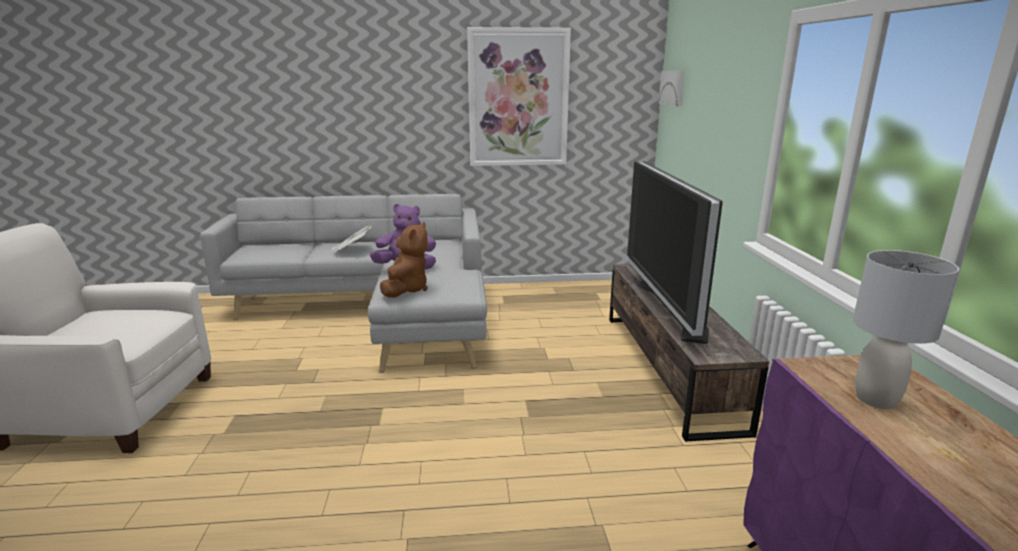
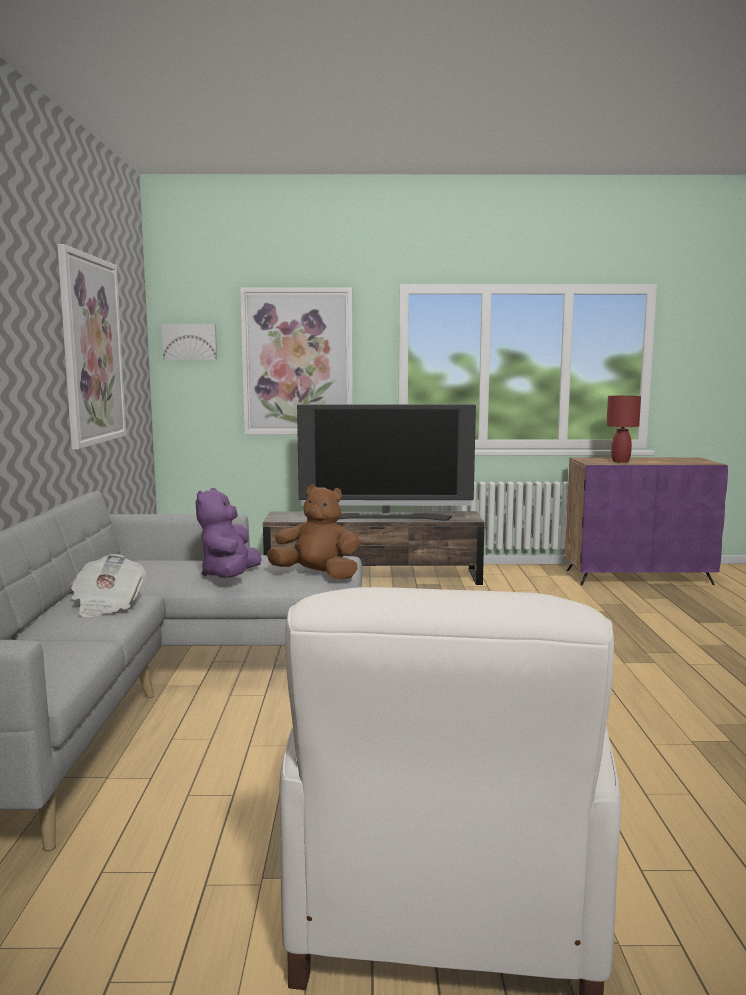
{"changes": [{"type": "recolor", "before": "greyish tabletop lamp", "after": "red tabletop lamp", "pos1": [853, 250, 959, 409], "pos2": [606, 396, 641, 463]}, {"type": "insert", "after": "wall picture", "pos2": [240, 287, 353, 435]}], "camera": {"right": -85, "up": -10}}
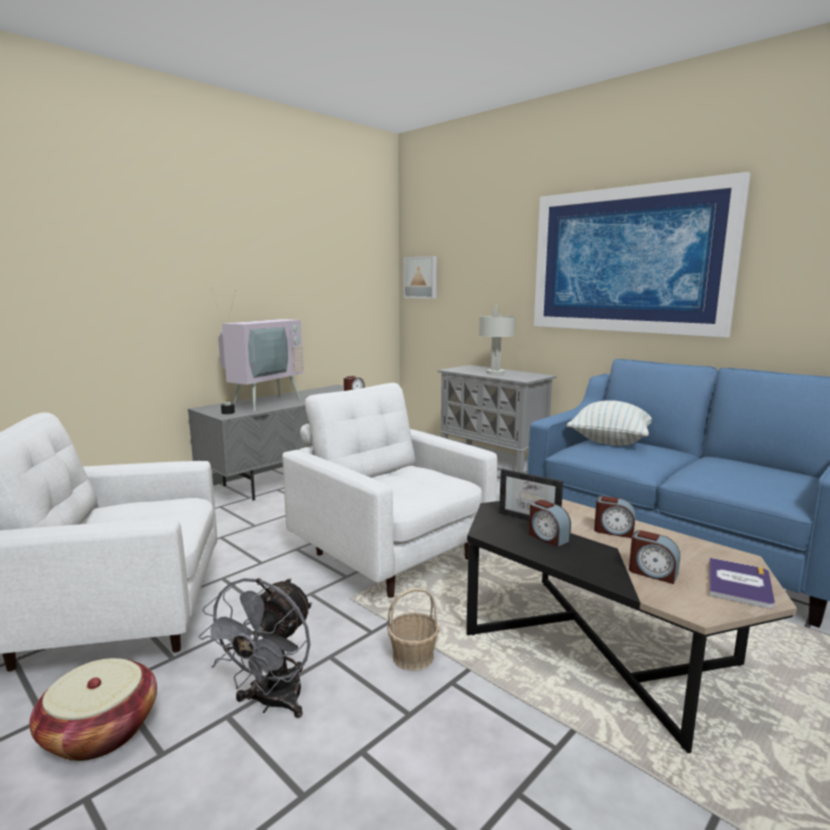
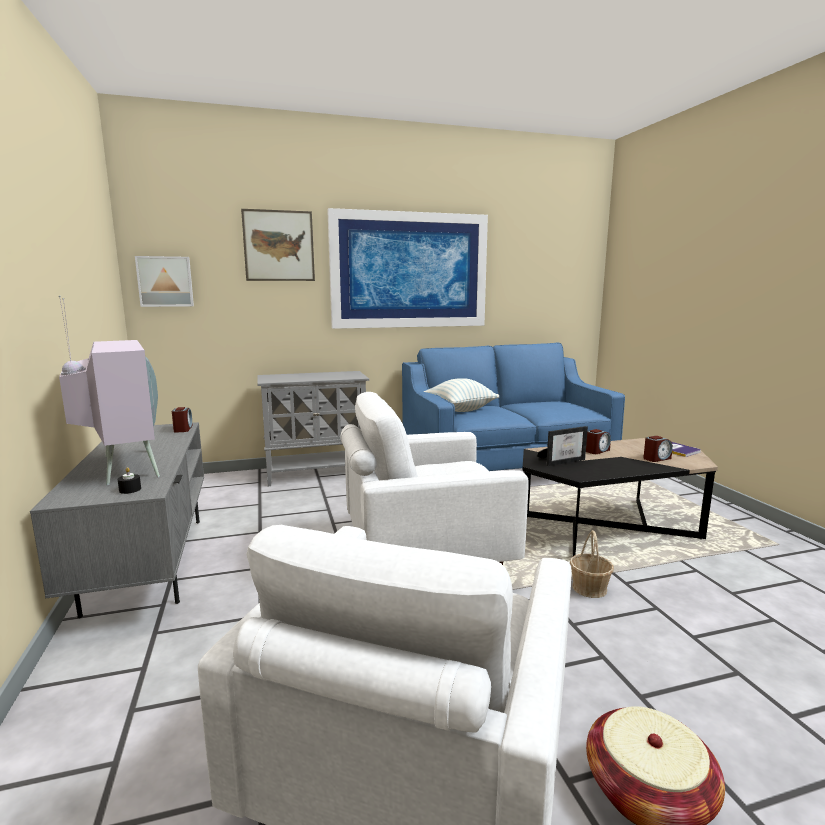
{"changes": [{"type": "delete", "before": "greyish tabletop lamp", "pos1": [479, 304, 515, 374]}, {"type": "delete", "before": "bedside clock", "pos1": [529, 500, 571, 547]}, {"type": "delete", "before": "greyish electric fan", "pos1": [199, 578, 312, 718]}, {"type": "insert", "after": "wall picture", "pos2": [241, 209, 315, 281]}], "camera": {"right": -60, "up": 0}}
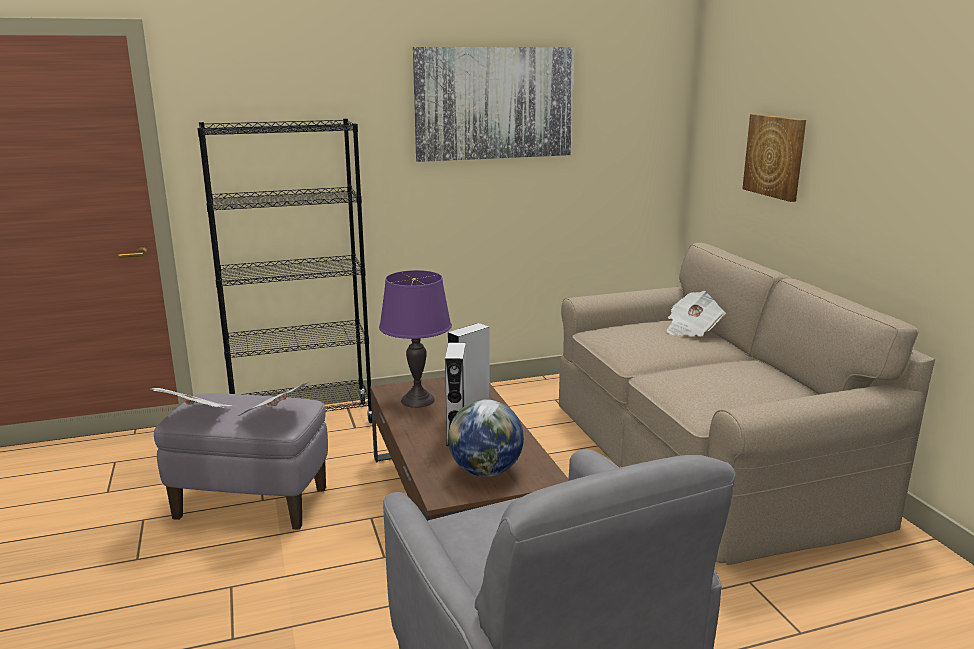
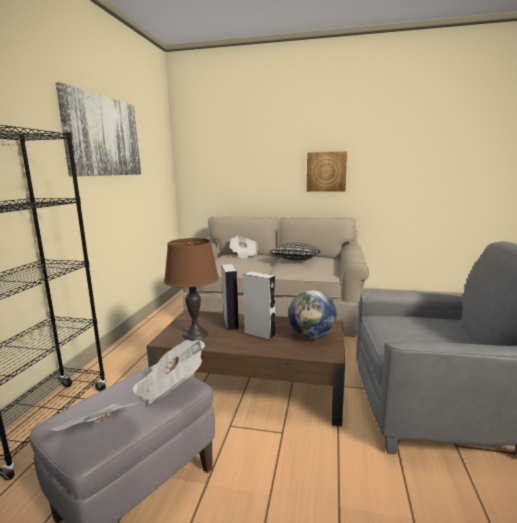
{"changes": [{"type": "move", "before": "wall picture", "pos1": [742, 114, 806, 202], "pos2": [307, 151, 347, 192]}, {"type": "recolor", "before": "purplish tabletop lamp", "after": "brown-coloured tabletop lamp", "pos1": [379, 270, 452, 408], "pos2": [164, 238, 219, 341]}, {"type": "insert", "after": "cushion", "pos2": [269, 242, 321, 261]}], "camera": {"right": -60, "up": -5}}
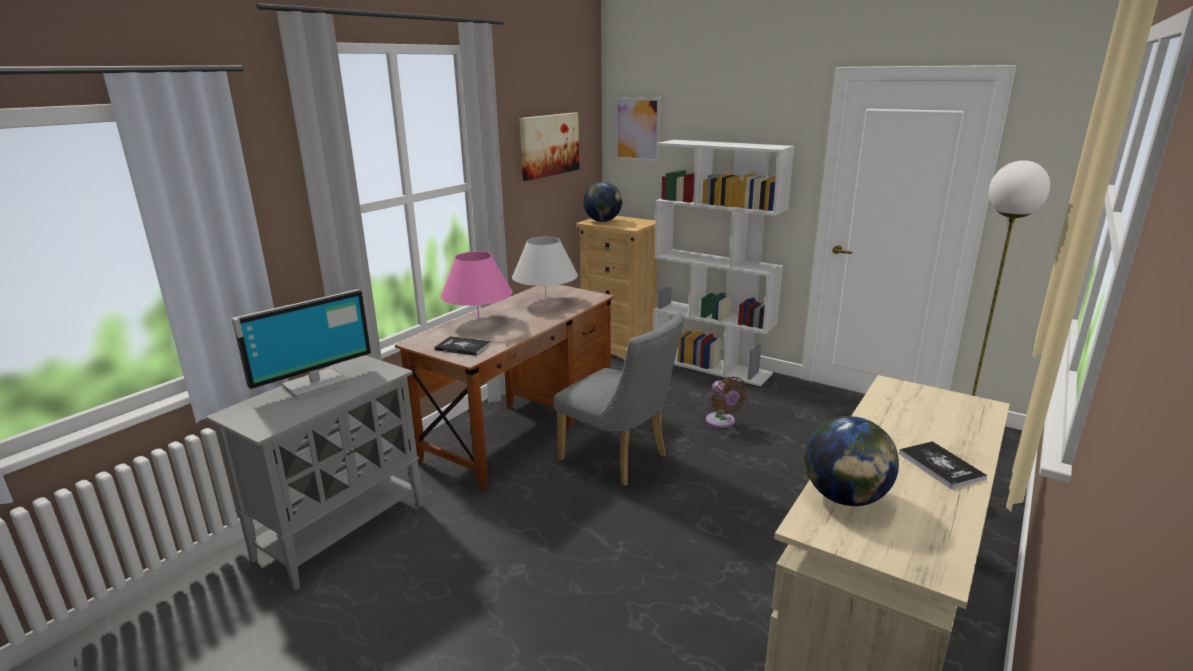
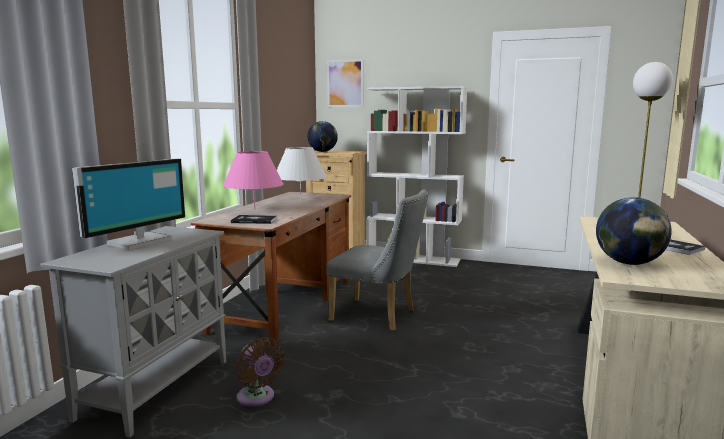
{"changes": [{"type": "delete", "before": "wall picture", "pos1": [520, 113, 579, 181]}, {"type": "move", "before": "brown-coloured electric fan", "pos1": [706, 376, 748, 428], "pos2": [236, 337, 285, 407]}], "camera": {"right": -15, "up": -10}}
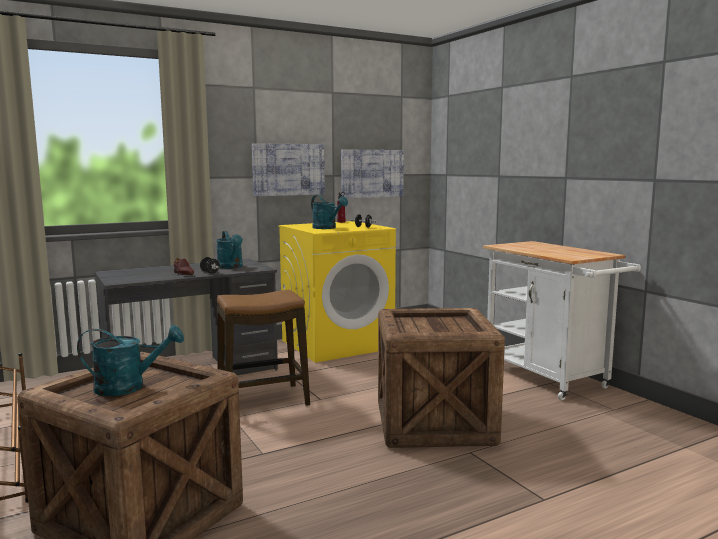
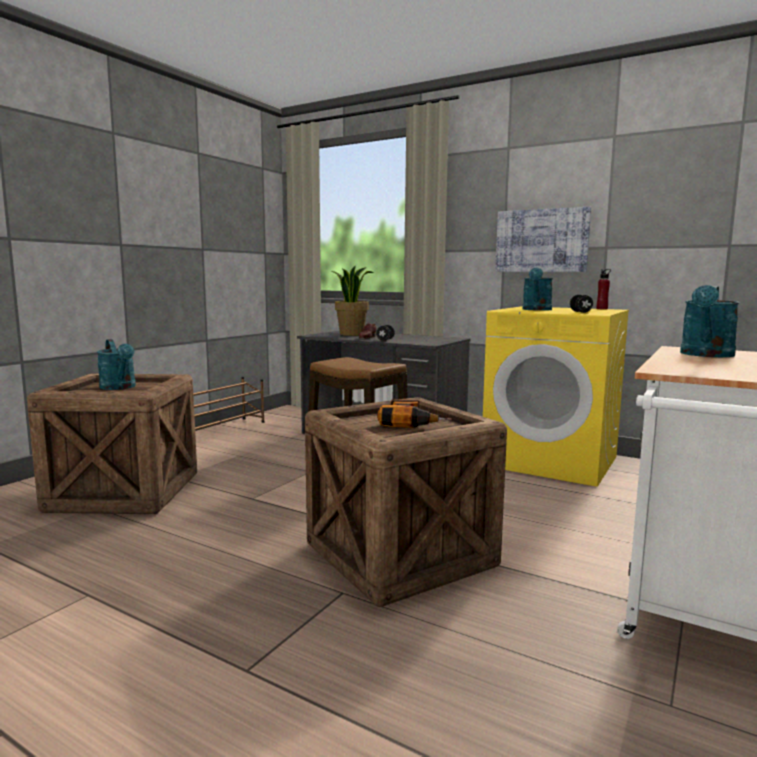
{"changes": [{"type": "delete", "before": "wall picture", "pos1": [341, 150, 404, 198]}, {"type": "move", "before": "turquoise-coloured watering pot", "pos1": [216, 231, 243, 269], "pos2": [680, 285, 740, 357]}, {"type": "insert", "after": "houseplant", "pos2": [331, 266, 373, 336]}, {"type": "insert", "after": "drill", "pos2": [377, 399, 452, 428]}], "camera": {"right": 60, "up": 0}}
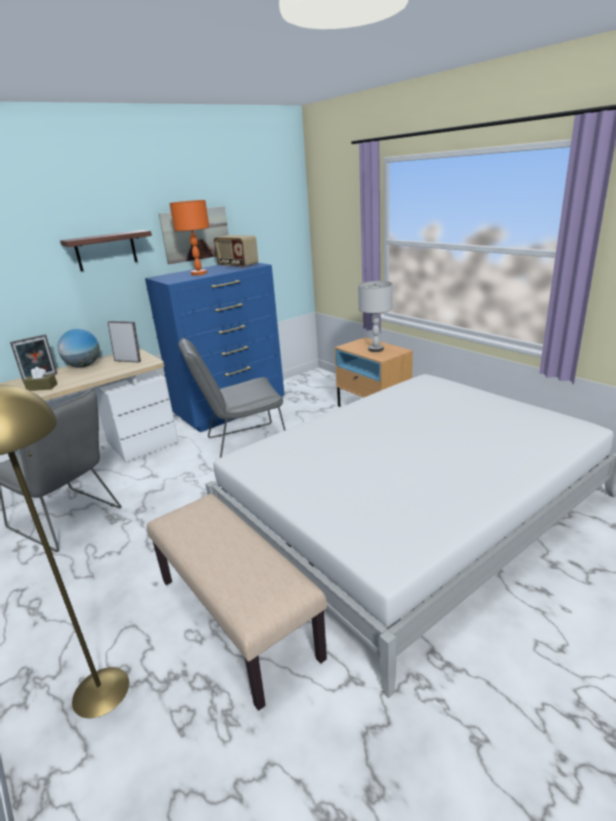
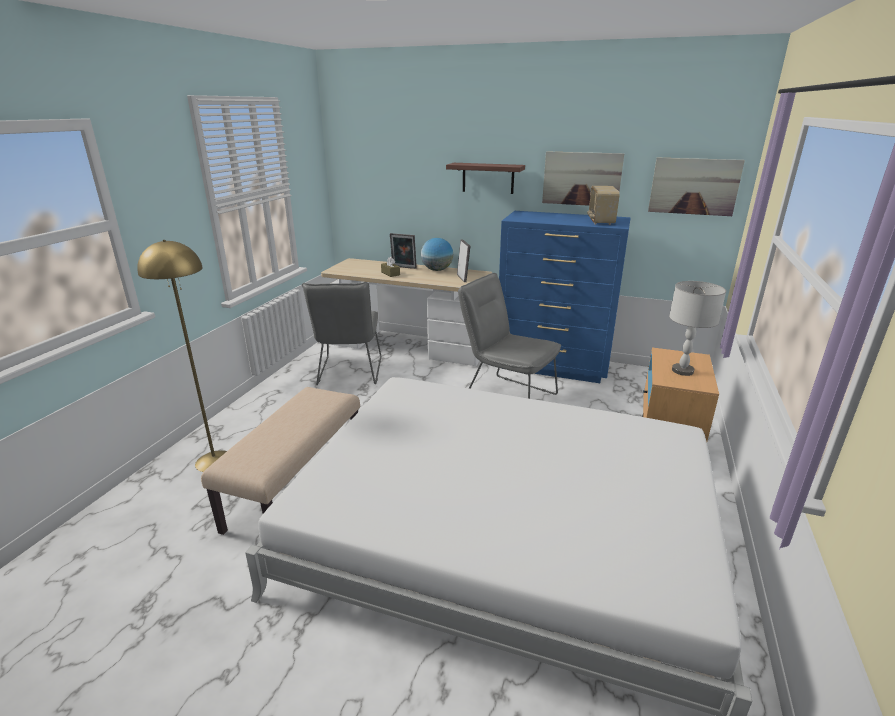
{"changes": [{"type": "delete", "before": "orangey tabletop lamp", "pos1": [169, 200, 209, 275]}, {"type": "insert", "after": "wall picture", "pos2": [648, 157, 745, 216]}], "camera": {"right": 55, "up": 0}}
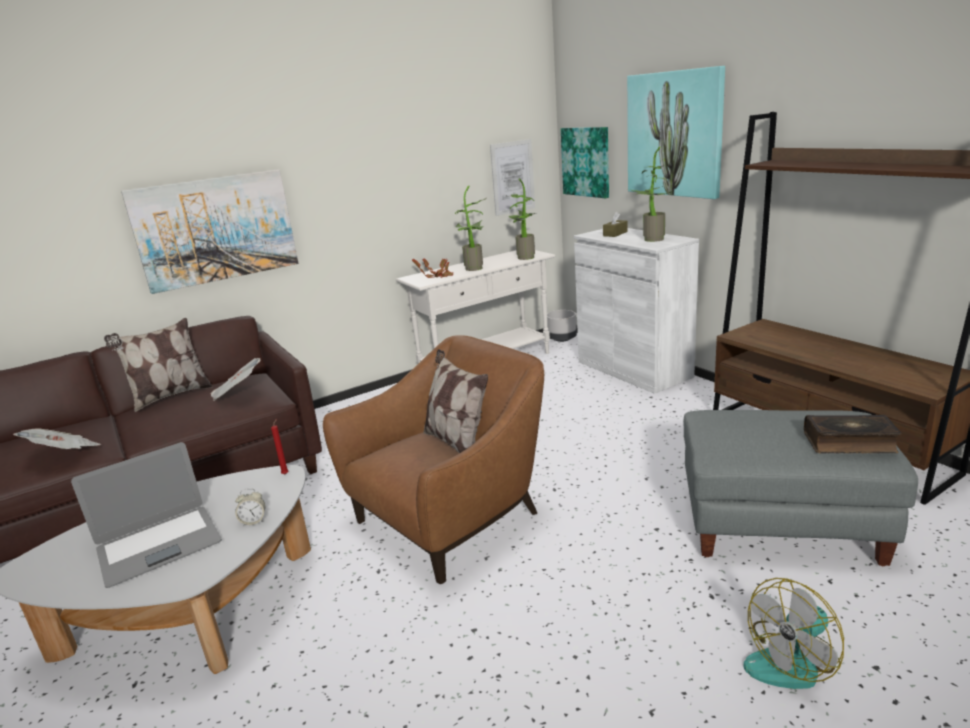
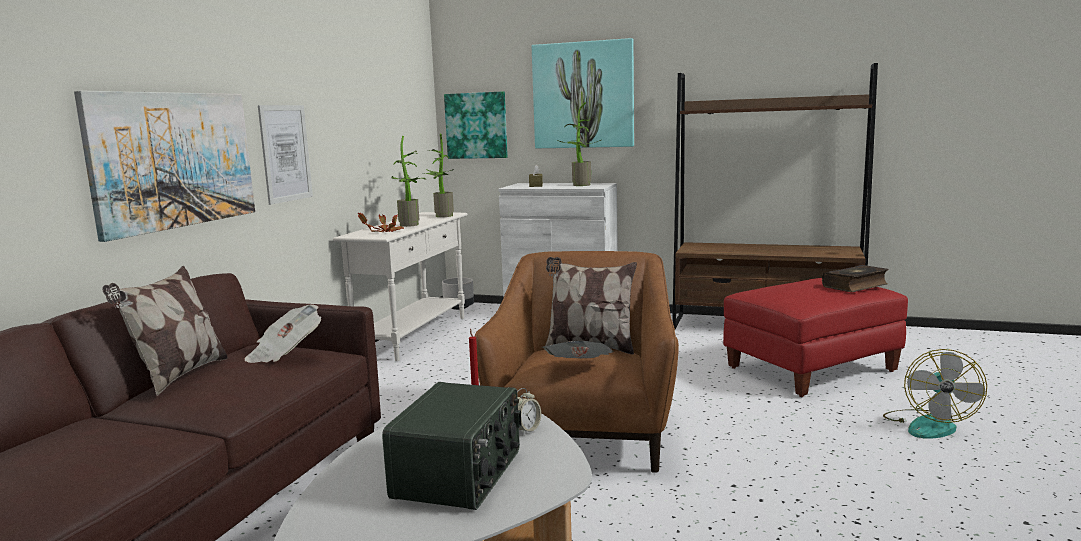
{"changes": [{"type": "move", "before": "wall picture", "pos1": [490, 139, 535, 216], "pos2": [258, 105, 313, 205]}, {"type": "recolor", "before": "greyish ottoman", "after": "red ottoman", "pos1": [684, 410, 918, 566], "pos2": [723, 278, 908, 397]}, {"type": "move", "before": "newspaper", "pos1": [13, 428, 101, 449], "pos2": [542, 341, 614, 358]}, {"type": "replace", "before": "notebook computer", "after": "radio", "pos1": [71, 442, 222, 588], "pos2": [382, 382, 521, 510]}], "camera": {"right": -40, "up": -10}}
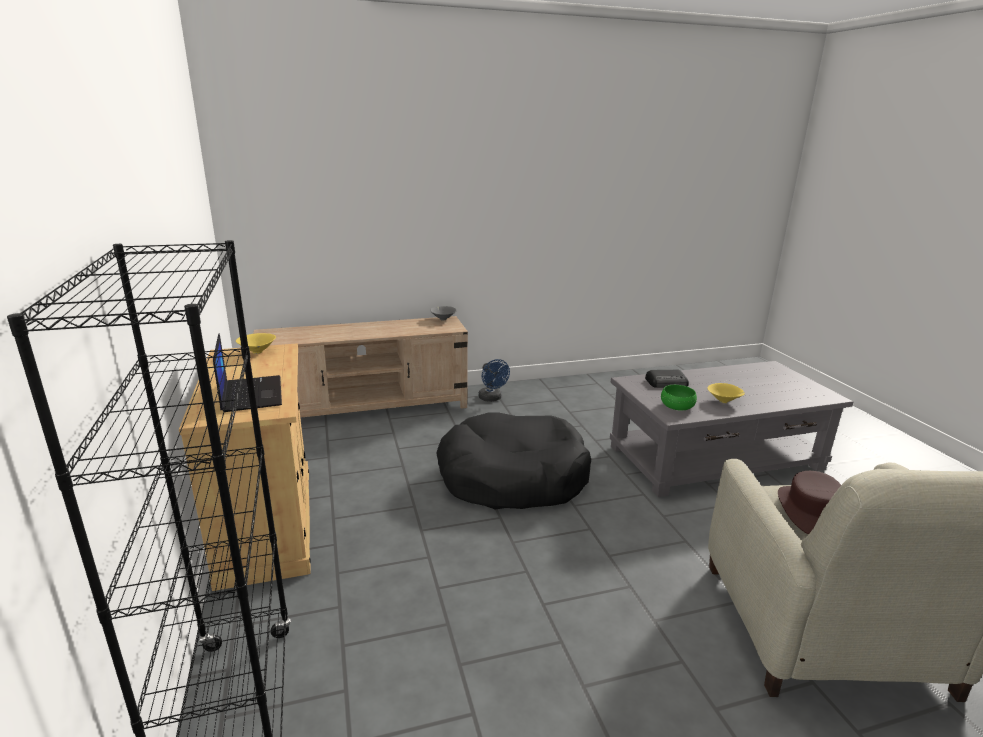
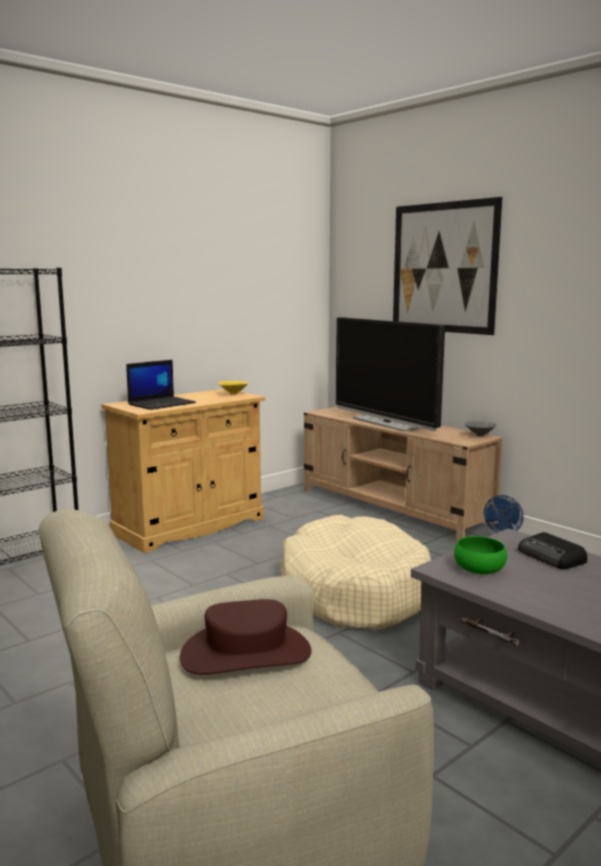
{"changes": [{"type": "delete", "before": "yellowish serving bowl", "pos1": [707, 383, 745, 403]}, {"type": "recolor", "before": "blackish dog cushion", "after": "sand-coloured dog cushion", "pos1": [436, 412, 591, 509], "pos2": [281, 515, 431, 630]}, {"type": "insert", "after": "wall picture", "pos2": [393, 197, 502, 335]}, {"type": "insert", "after": "TV set", "pos2": [336, 317, 445, 432]}], "camera": {"right": 65, "up": -10}}
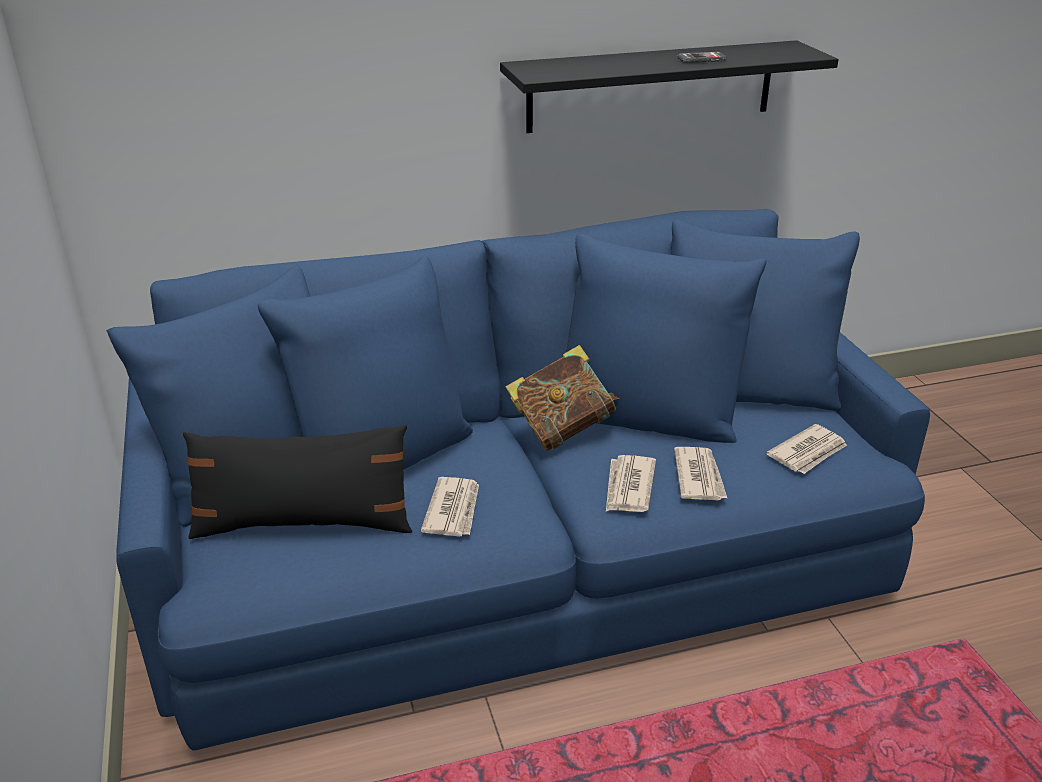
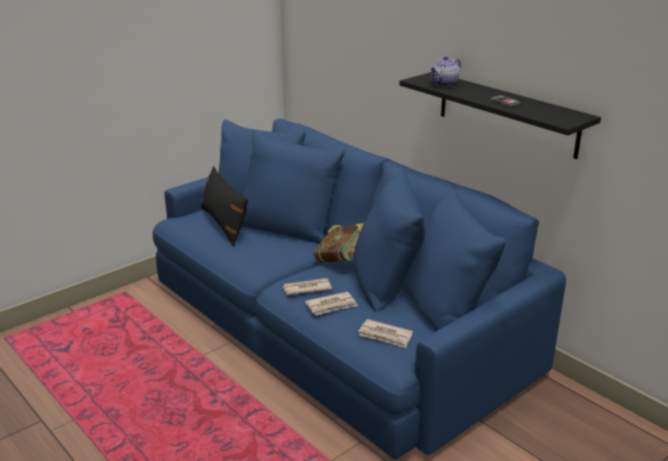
{"changes": [{"type": "delete", "before": "newspaper", "pos1": [421, 477, 479, 537]}, {"type": "insert", "after": "pot for tea", "pos2": [430, 56, 461, 86]}], "camera": {"right": 65, "up": -5}}
